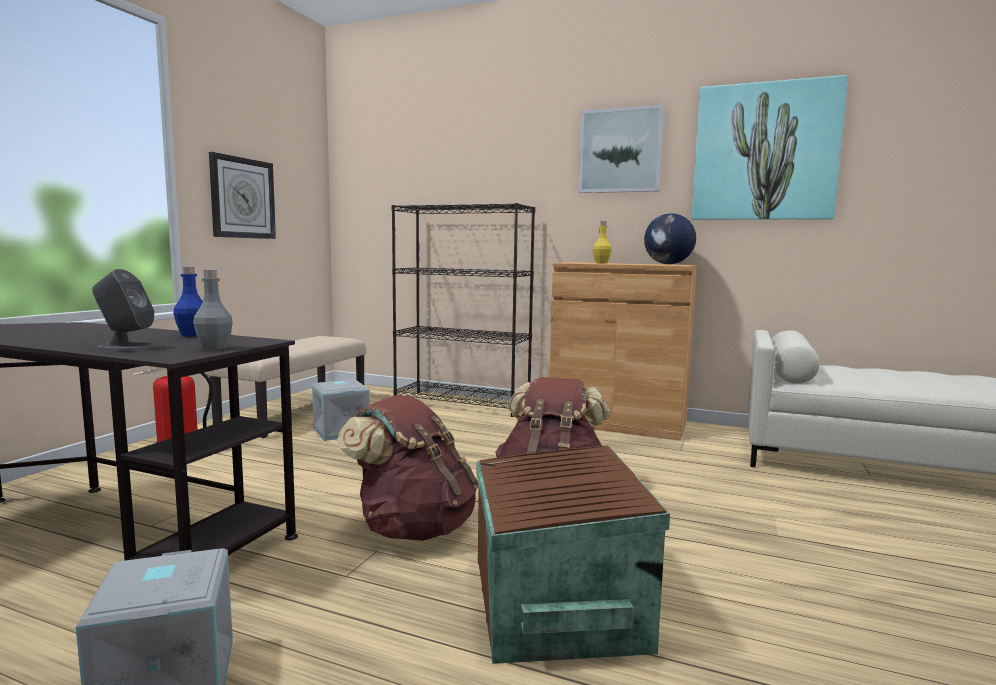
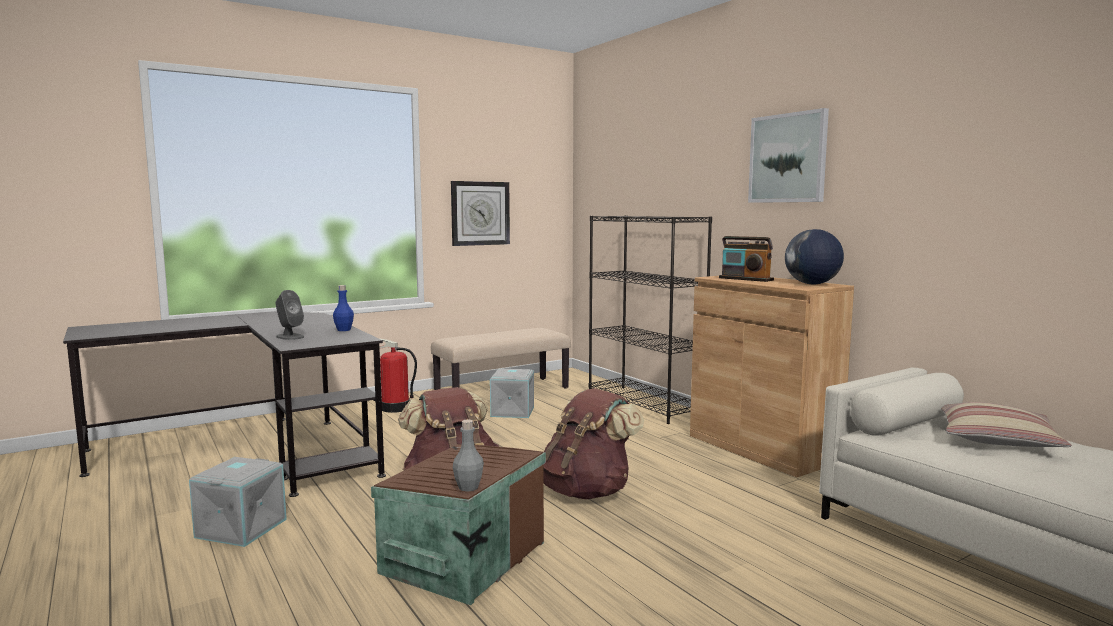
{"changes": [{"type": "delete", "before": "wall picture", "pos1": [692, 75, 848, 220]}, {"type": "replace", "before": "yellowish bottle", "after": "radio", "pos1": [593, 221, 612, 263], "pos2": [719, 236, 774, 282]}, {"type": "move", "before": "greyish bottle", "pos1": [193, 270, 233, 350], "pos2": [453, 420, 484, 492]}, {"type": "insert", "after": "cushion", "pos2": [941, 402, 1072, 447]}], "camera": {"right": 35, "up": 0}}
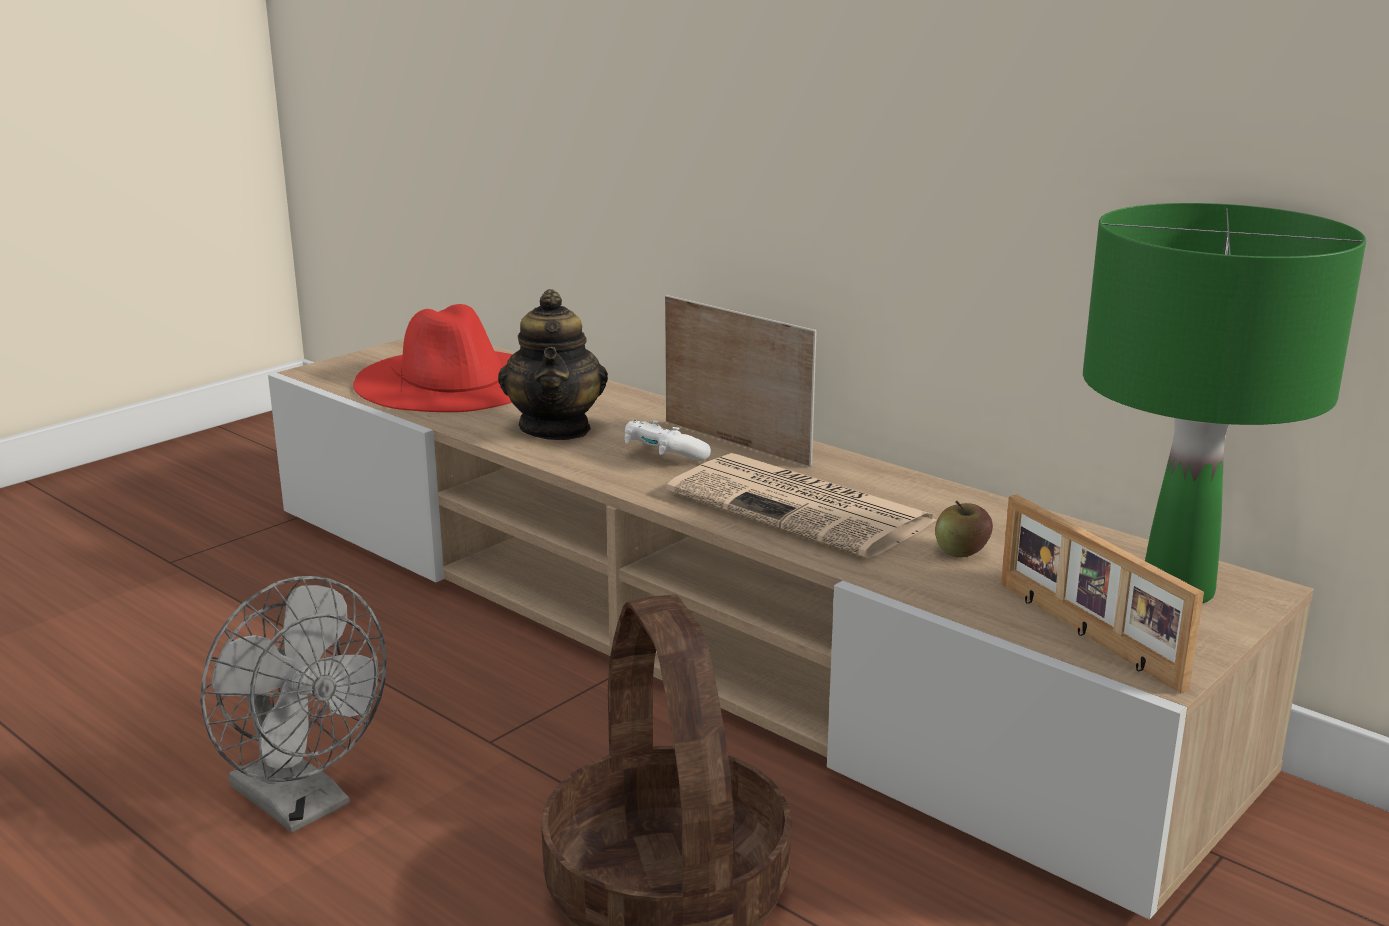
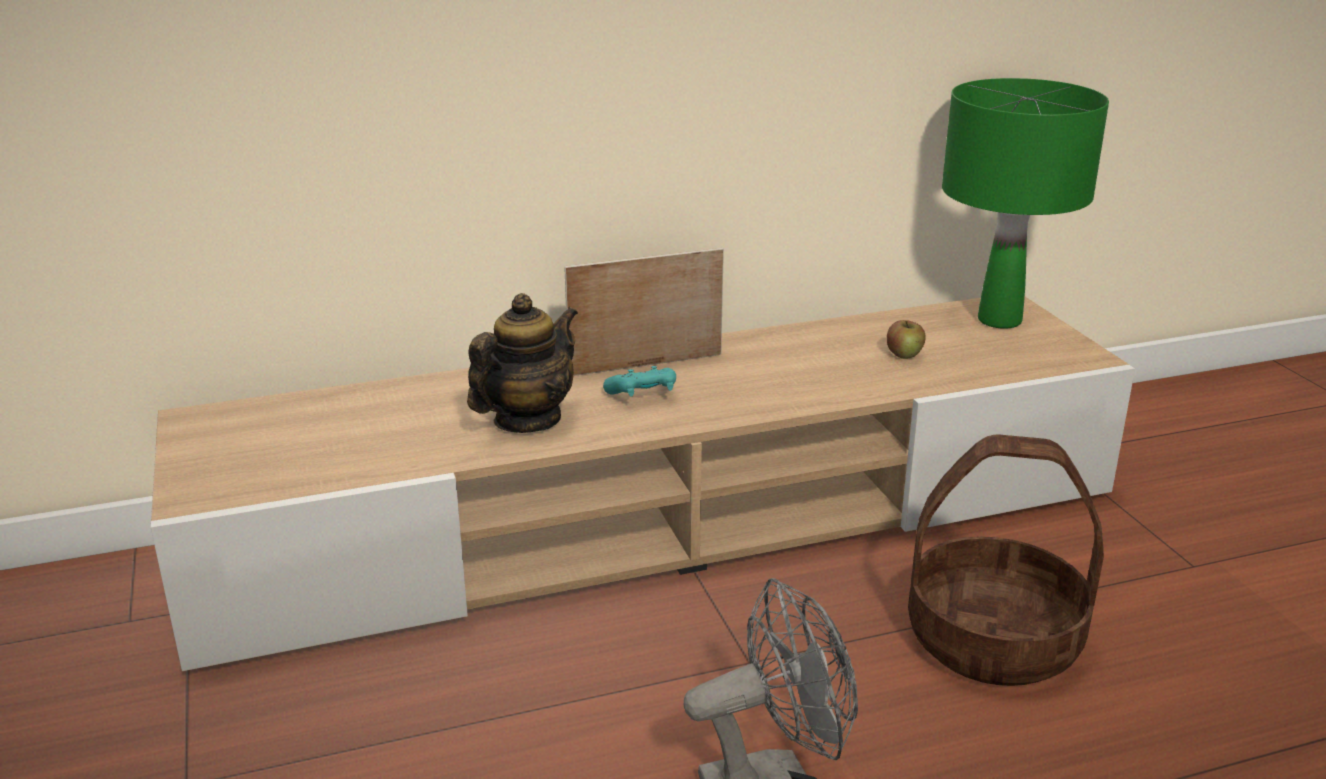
{"changes": [{"type": "rotate", "before": "pot for tea", "pos1": [498, 289, 608, 440], "pos2": [467, 293, 578, 433], "turn": -75}, {"type": "delete", "before": "red hat", "pos1": [353, 304, 513, 412]}, {"type": "recolor", "before": "white-coloured joypad", "after": "turquoise-coloured joypad", "pos1": [625, 420, 711, 461], "pos2": [603, 366, 676, 397]}, {"type": "delete", "before": "newspaper", "pos1": [667, 453, 937, 559]}, {"type": "delete", "before": "photo frame", "pos1": [1001, 494, 1204, 693]}], "camera": {"right": -60, "up": 5}}
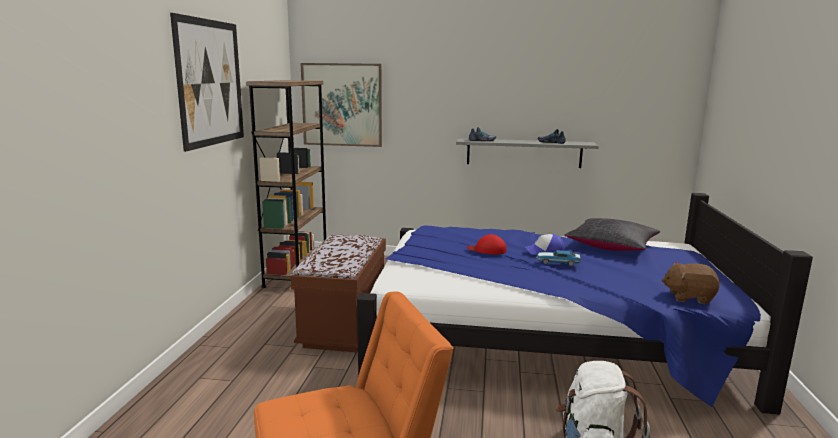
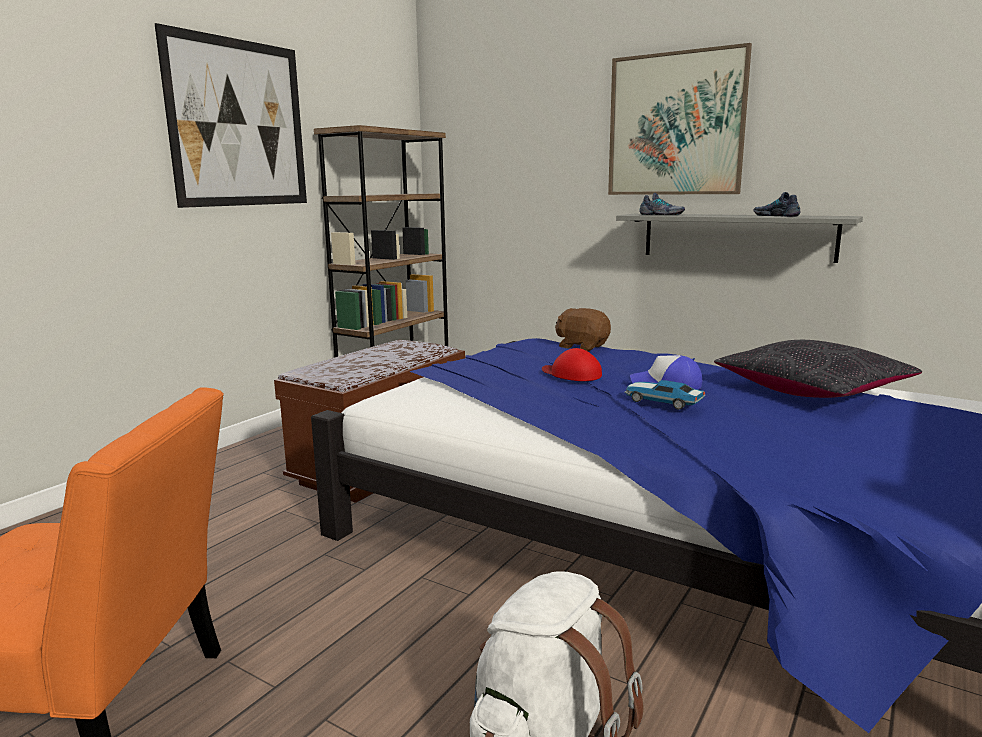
{"changes": [{"type": "move", "before": "wall picture", "pos1": [301, 63, 382, 147], "pos2": [608, 43, 752, 195]}, {"type": "move", "before": "brown-coloured plush toy", "pos1": [662, 262, 720, 304], "pos2": [555, 308, 611, 351]}], "camera": {"right": 25, "up": 0}}
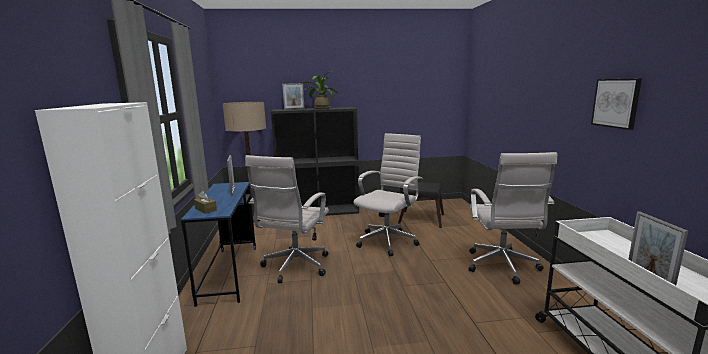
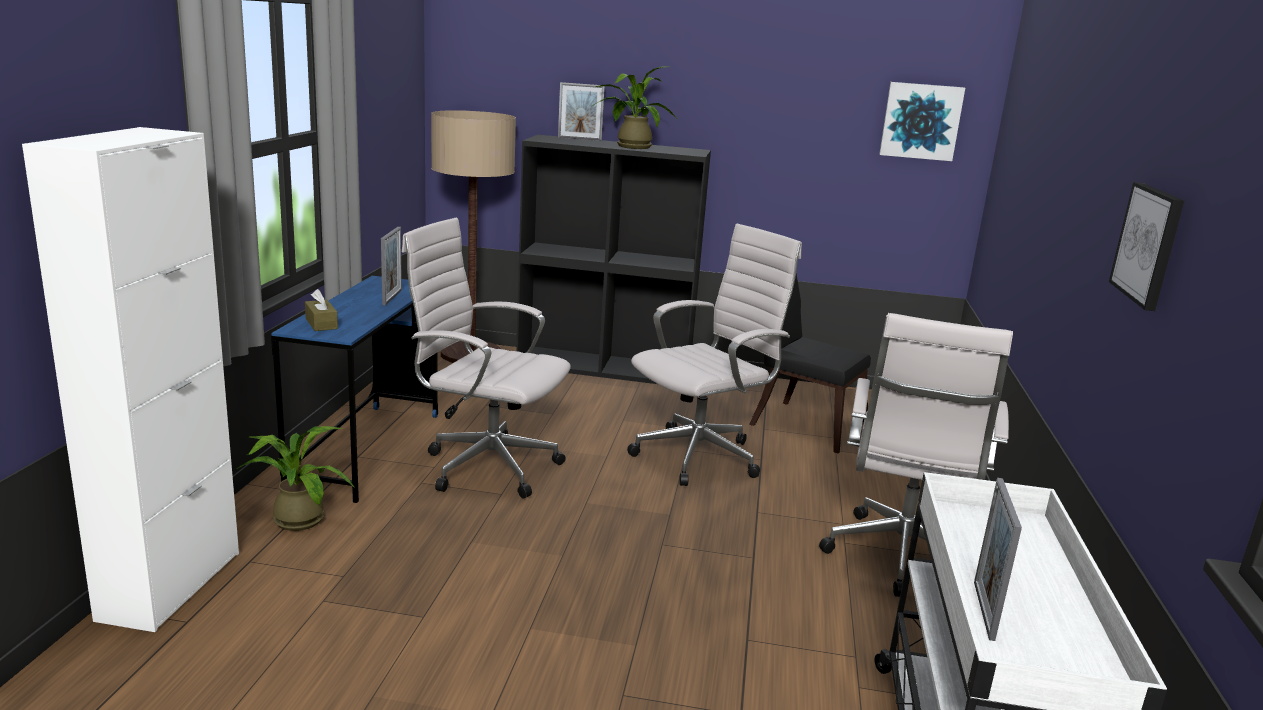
{"changes": [{"type": "rotate", "before": "white-coloured office chair", "pos1": [245, 155, 329, 283], "pos2": [402, 218, 571, 498], "turn": 75}, {"type": "insert", "after": "wall picture", "pos2": [879, 82, 965, 161]}, {"type": "insert", "after": "houseplant", "pos2": [236, 426, 355, 531]}], "camera": {"right": 15, "up": 5}}
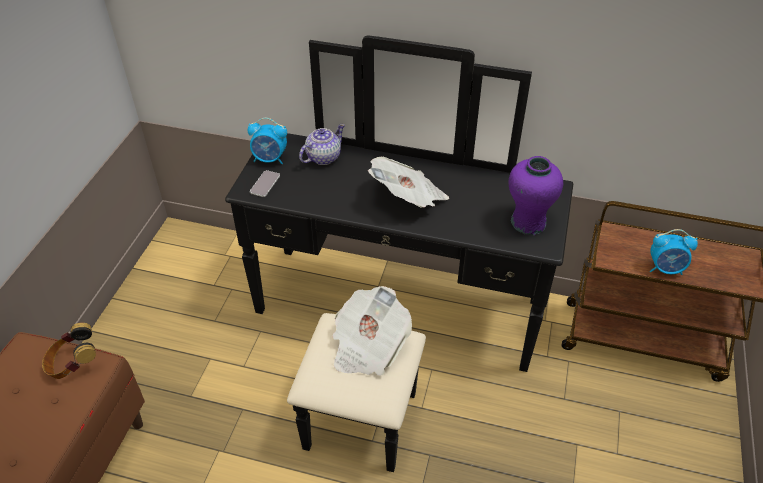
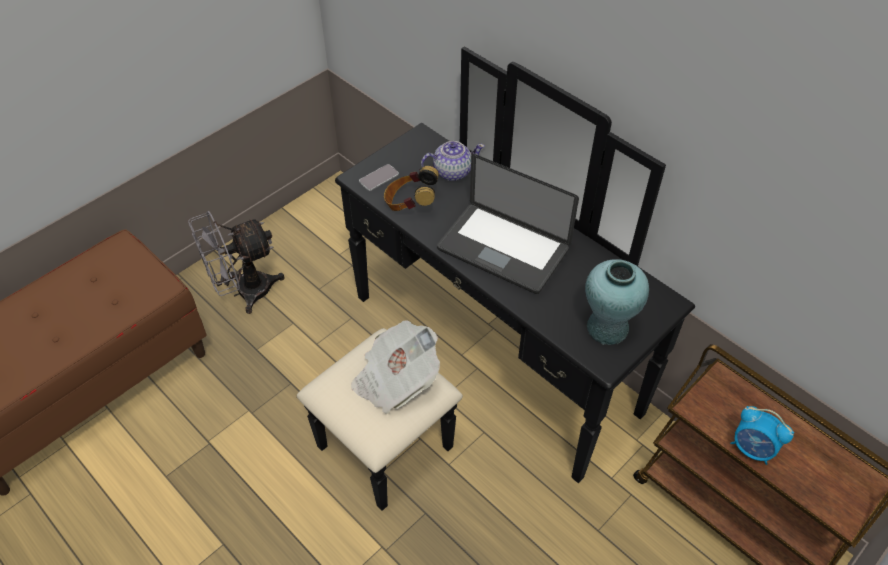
{"changes": [{"type": "delete", "before": "bedside clock", "pos1": [248, 118, 287, 164]}, {"type": "recolor", "before": "purplish vase", "after": "turquoise-coloured vase", "pos1": [509, 156, 563, 235], "pos2": [585, 259, 649, 345]}, {"type": "replace", "before": "newspaper", "after": "notebook computer", "pos1": [368, 157, 449, 208], "pos2": [437, 154, 579, 294]}, {"type": "move", "before": "headphones", "pos1": [42, 322, 96, 379], "pos2": [384, 166, 439, 211]}, {"type": "insert", "after": "greyish electric fan", "pos2": [188, 211, 284, 314]}], "camera": {"right": 30, "up": 5}}
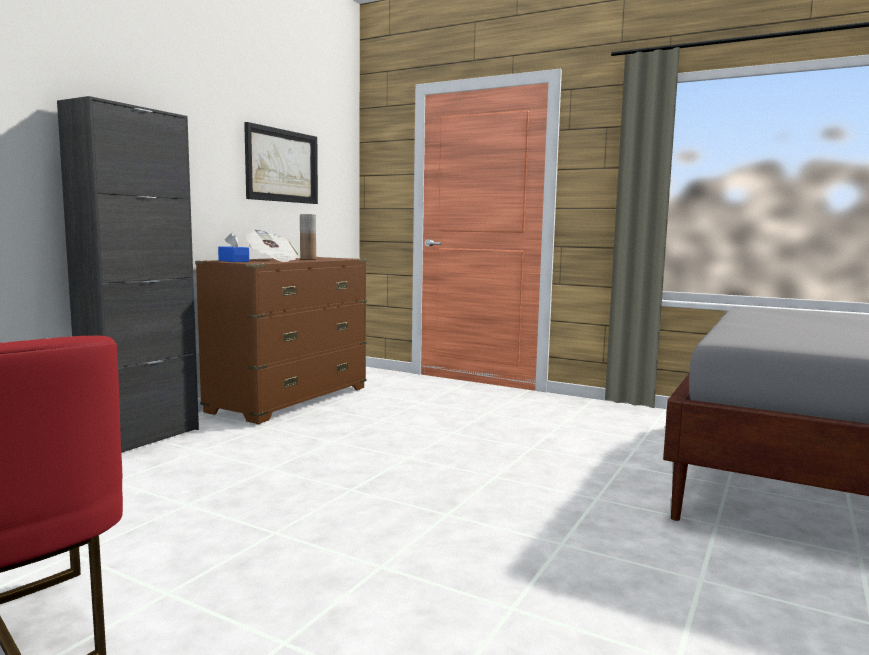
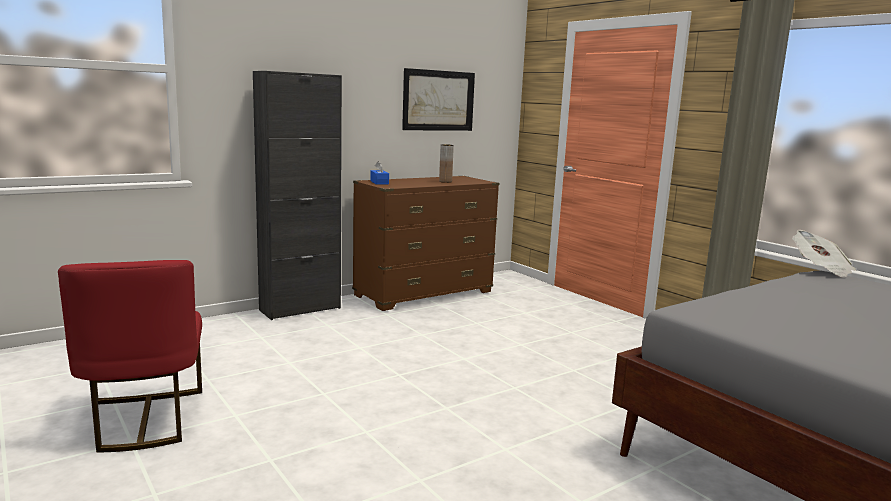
{"changes": [{"type": "move", "before": "newspaper", "pos1": [245, 229, 301, 262], "pos2": [792, 230, 856, 278]}], "camera": {"right": 25, "up": 5}}
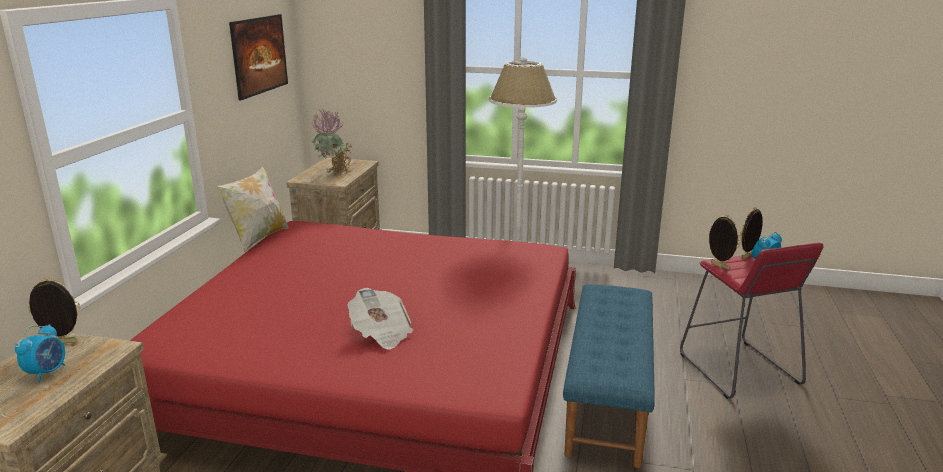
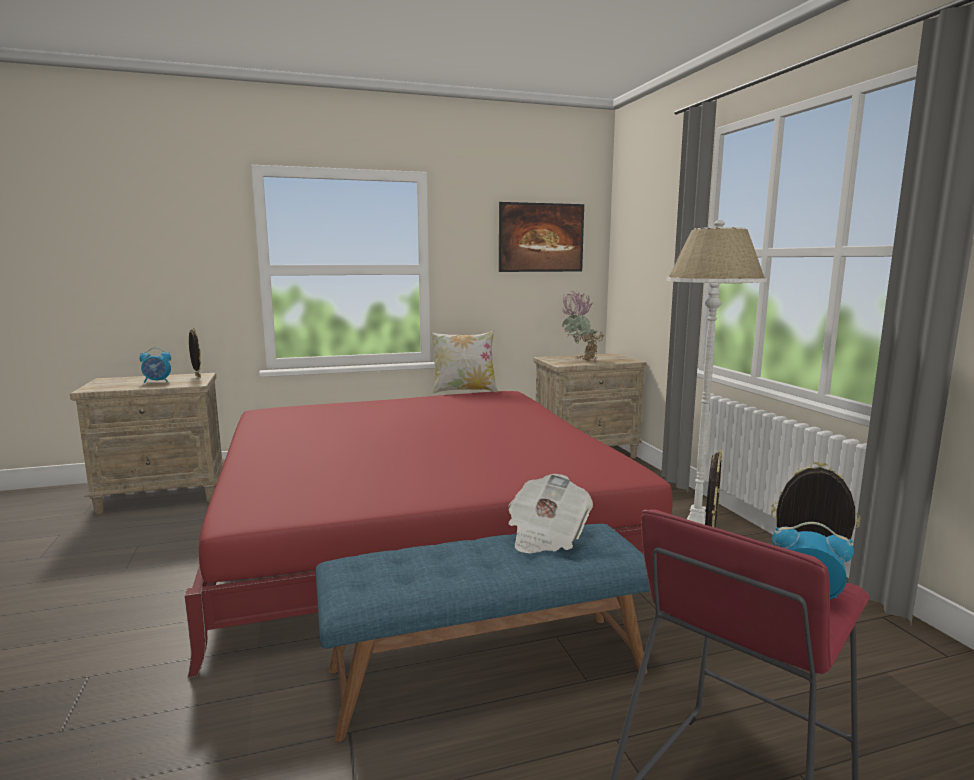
{"changes": [{"type": "move", "before": "newspaper", "pos1": [347, 288, 413, 350], "pos2": [508, 474, 593, 553]}], "camera": {"right": 60, "up": -10}}
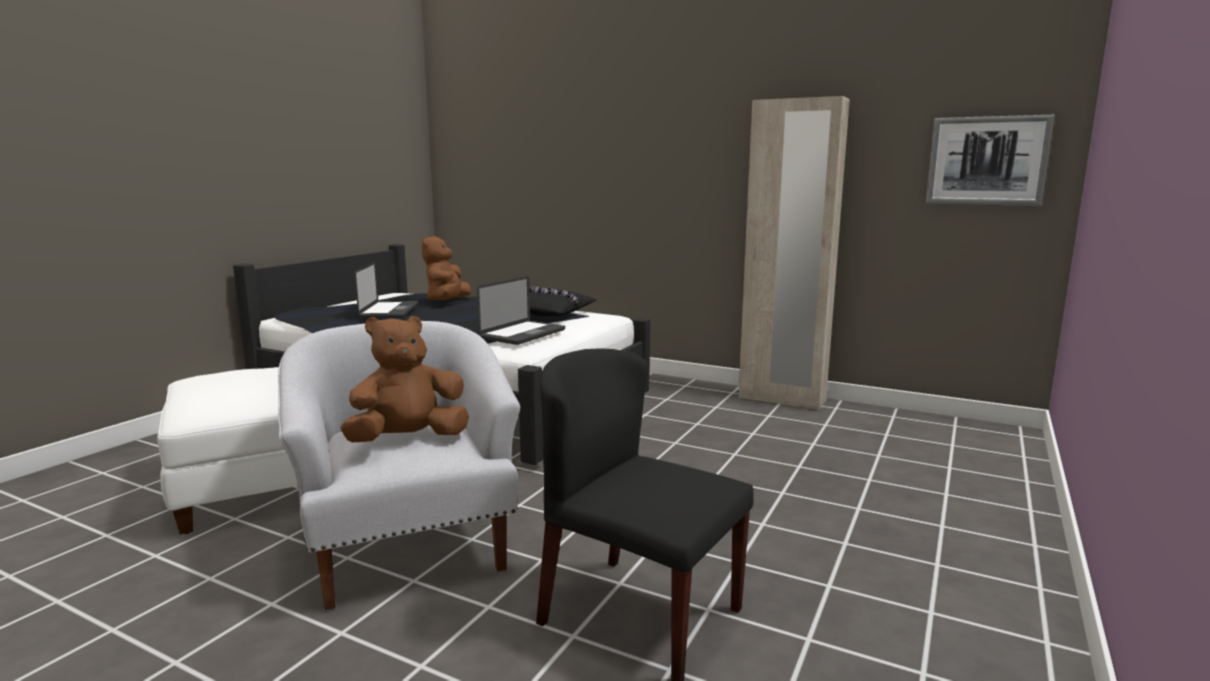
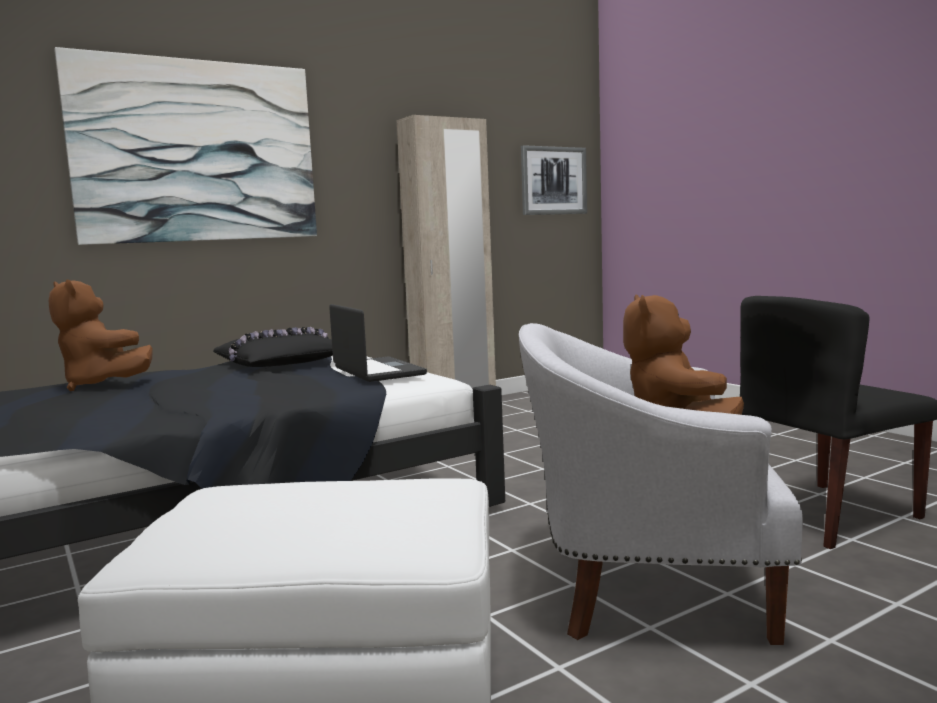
{"changes": [{"type": "delete", "before": "notebook computer", "pos1": [355, 262, 418, 318]}, {"type": "insert", "after": "wall picture", "pos2": [54, 47, 317, 245]}], "camera": {"right": -60, "up": -5}}
